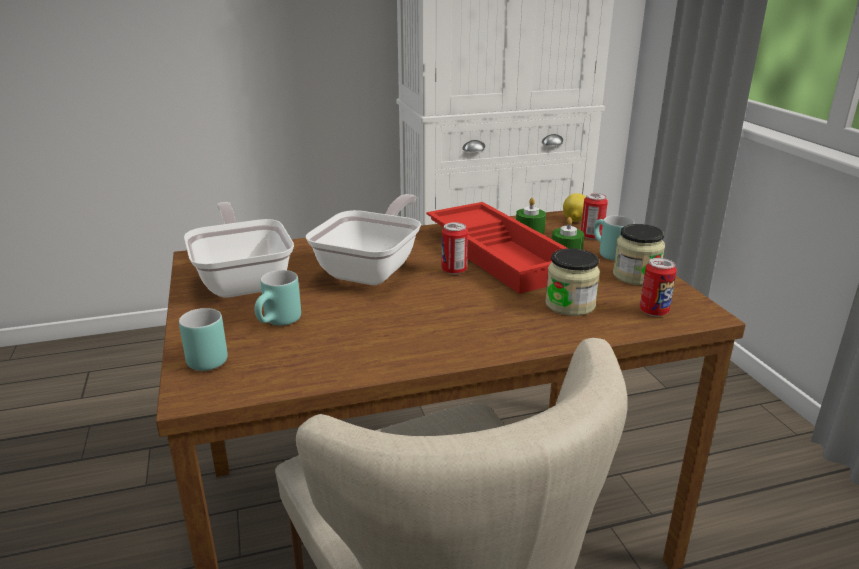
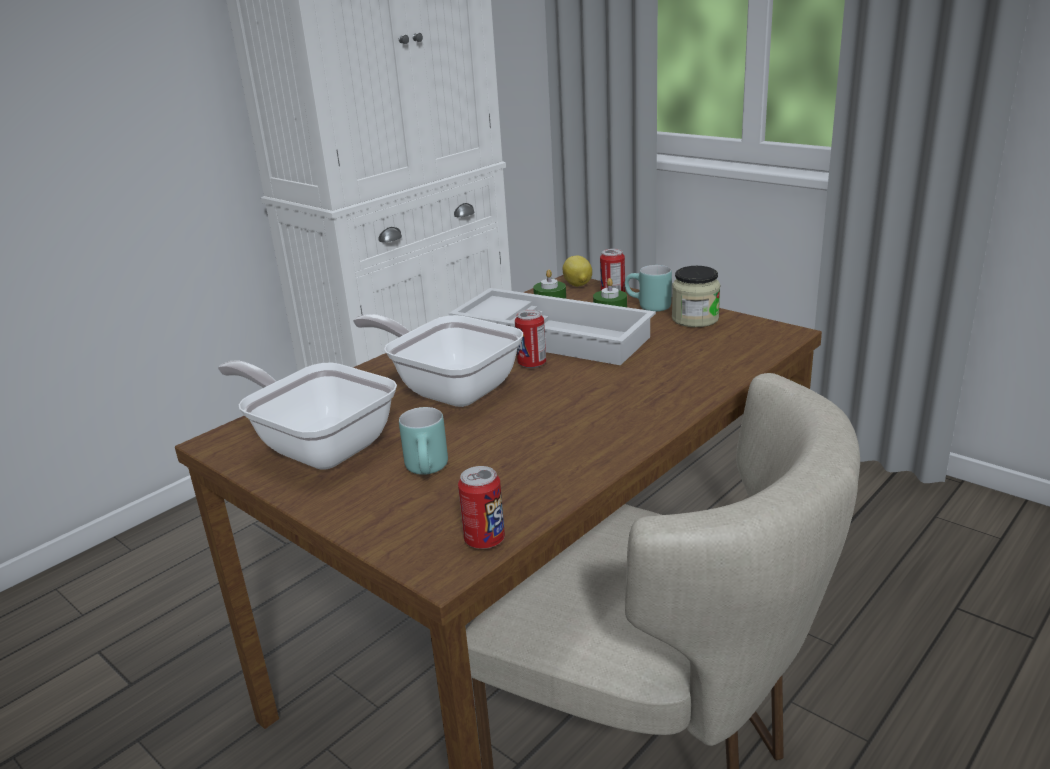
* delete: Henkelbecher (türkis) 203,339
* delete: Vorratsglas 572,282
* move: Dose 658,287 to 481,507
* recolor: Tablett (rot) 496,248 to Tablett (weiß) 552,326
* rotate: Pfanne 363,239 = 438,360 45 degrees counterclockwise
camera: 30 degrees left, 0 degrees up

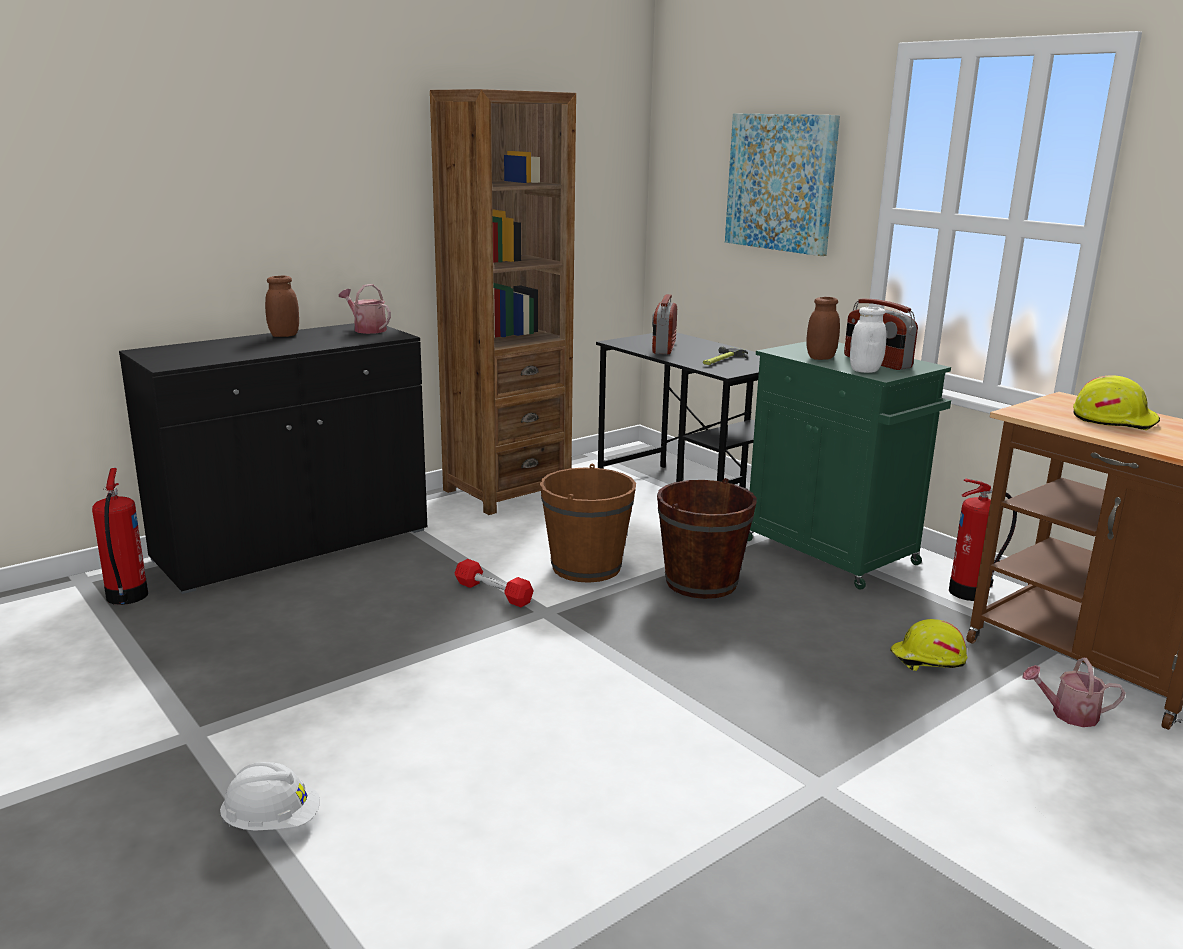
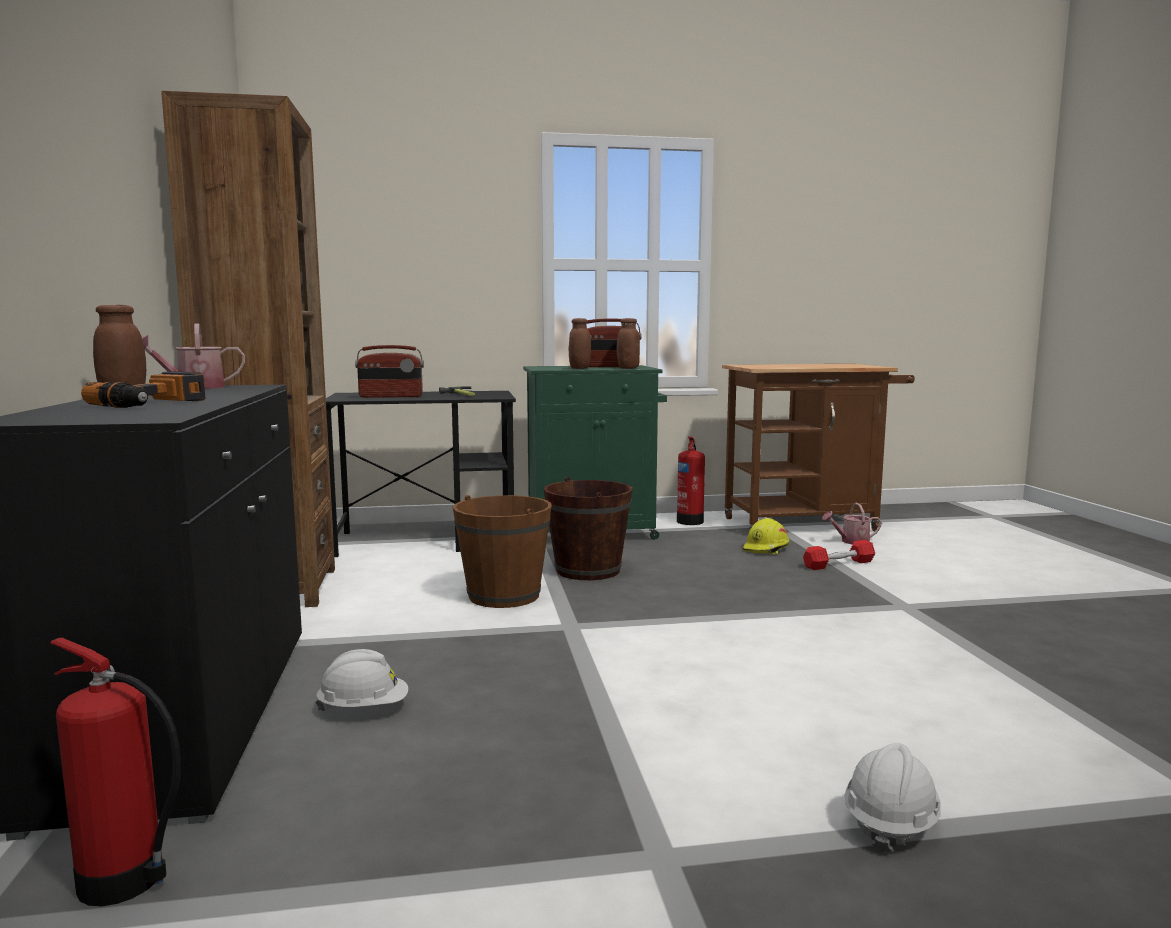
* delete: Bild 782,184
* delete: Schutzhelm (gelb) 1116,402
* insert: Bohrmaschine 143,389
* insert: Schutzhelm (weiß) 361,680
* move: Hantel (rot) 494,583 to 839,555
* recolor: Vorratsglas (weiß) 868,340 to Vorratsglas (braun) 628,343
* rotate: Radio 664,324 = 389,371 45 degrees counterclockwise
* rotate: Gießkanne 1074,692 = 852,524 45 degrees clockwise
camera: 60 degrees left, 10 degrees down

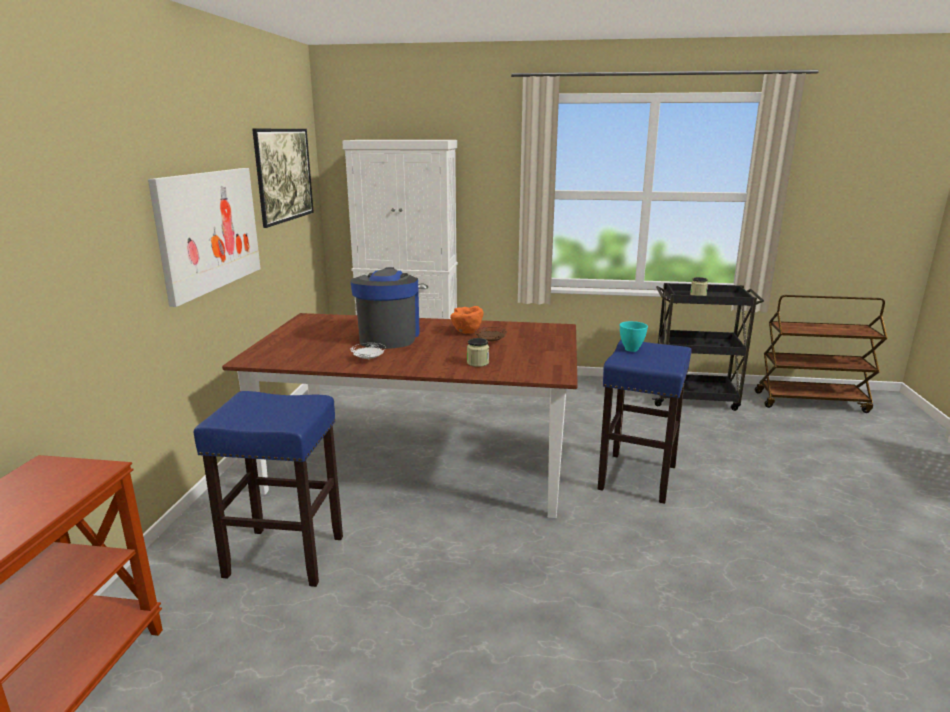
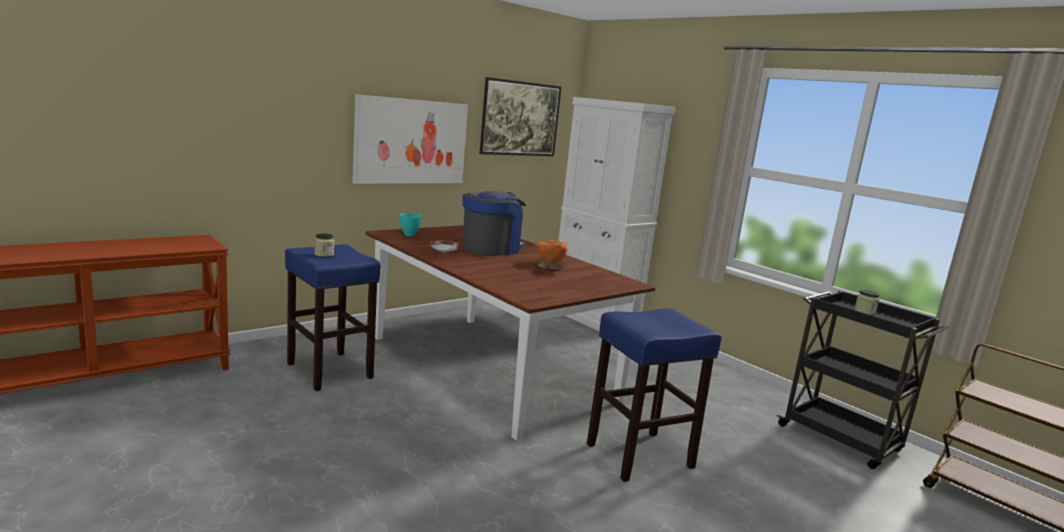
* move: Vorratsglas 478,352 to 324,245
* move: Schüssel (türkis) 634,336 to 411,225
camera: 40 degrees right, 5 degrees down

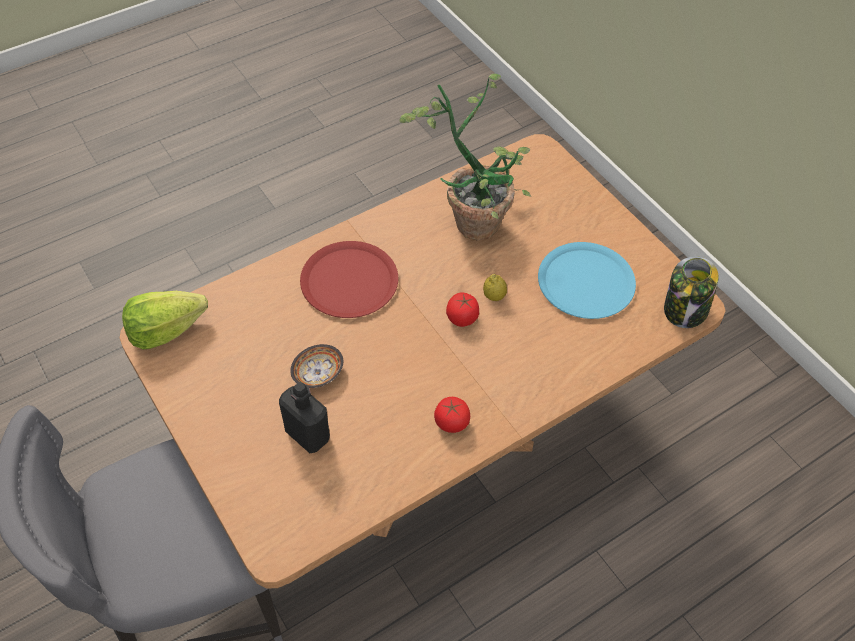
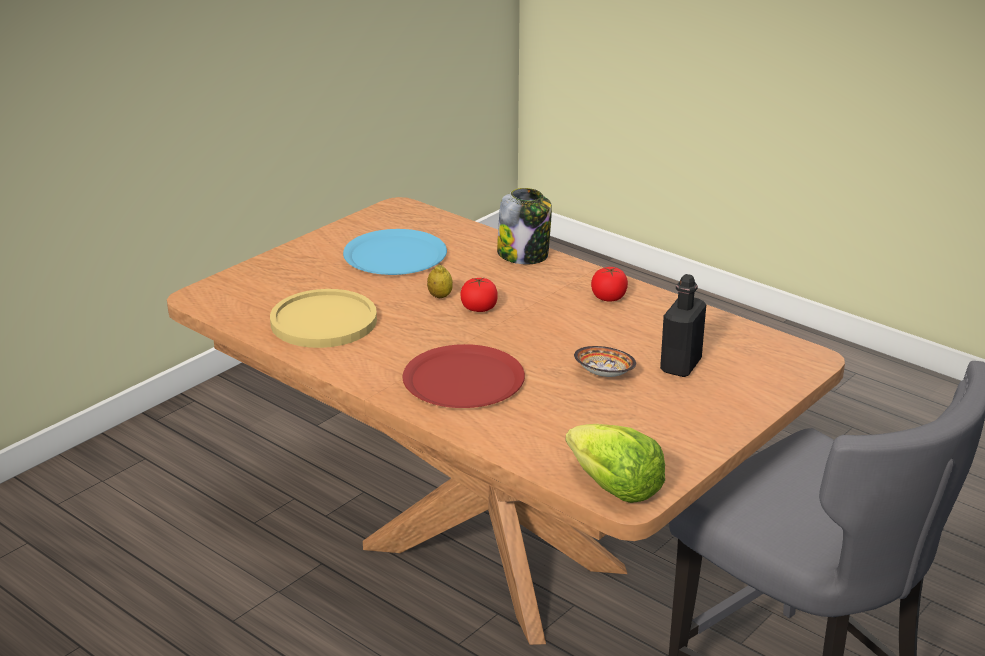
* move: Vorratsglas 691,292 to 524,226
* replace: Topfpflanze 465,157 to Teller (gelb) 323,318
camera: 105 degrees left, 25 degrees down

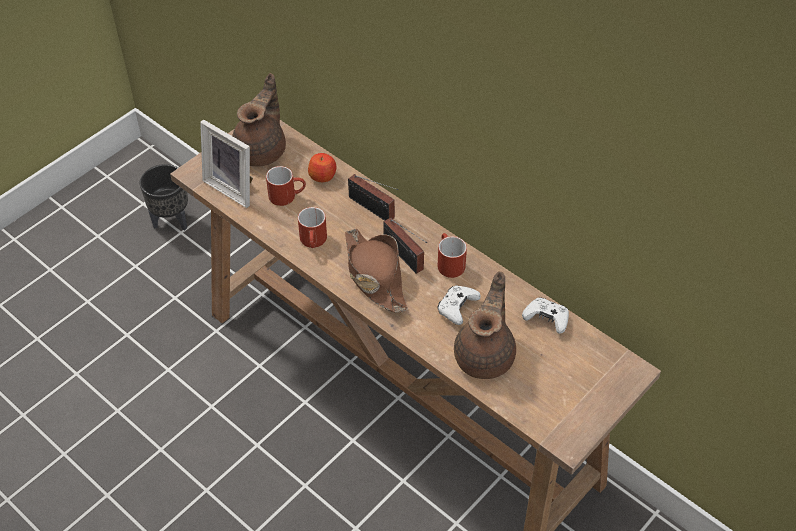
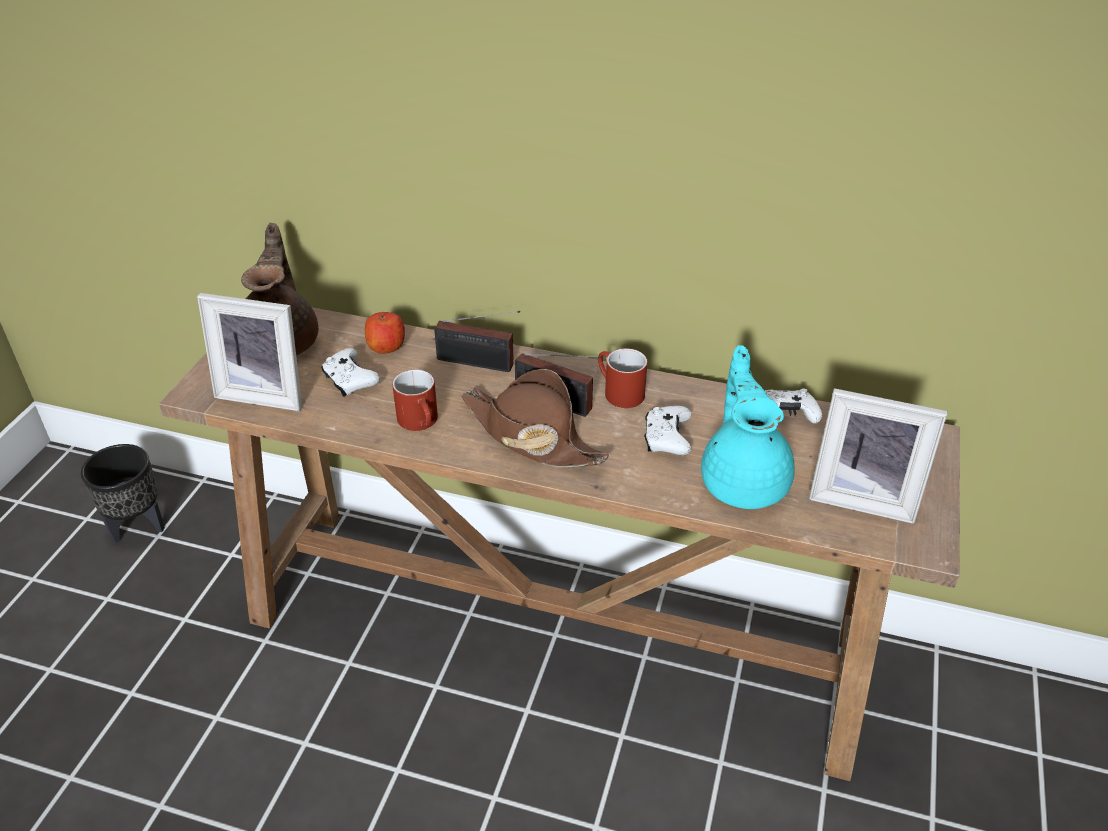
* insert: Bilderrahmen 878,456
* replace: Henkelbecher (rot) 286,186 to Gamepad (weiß) 350,372
* recolor: Teekanne (braun) 485,325 to Teekanne (türkis) 748,427
camera: 25 degrees left, 10 degrees down

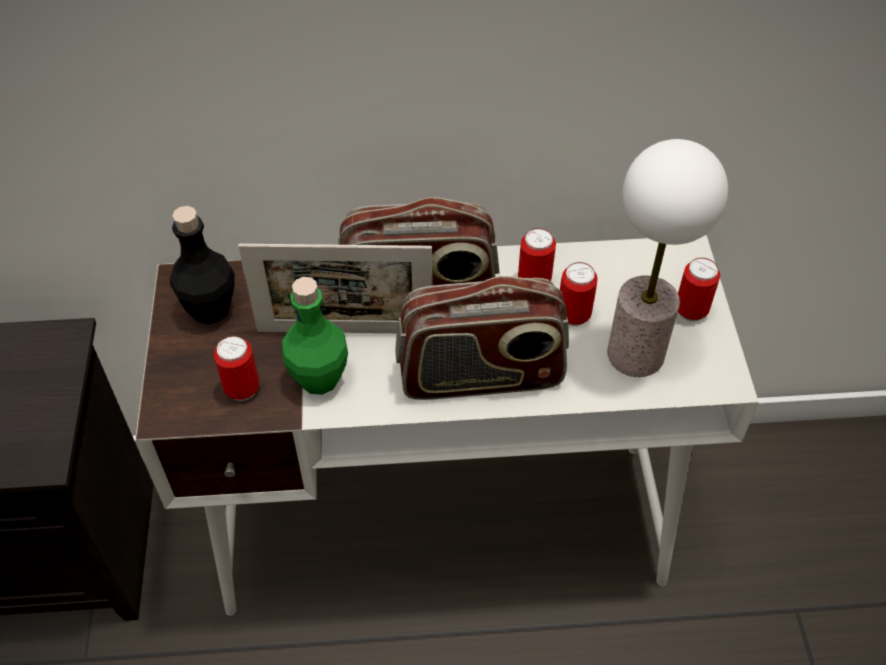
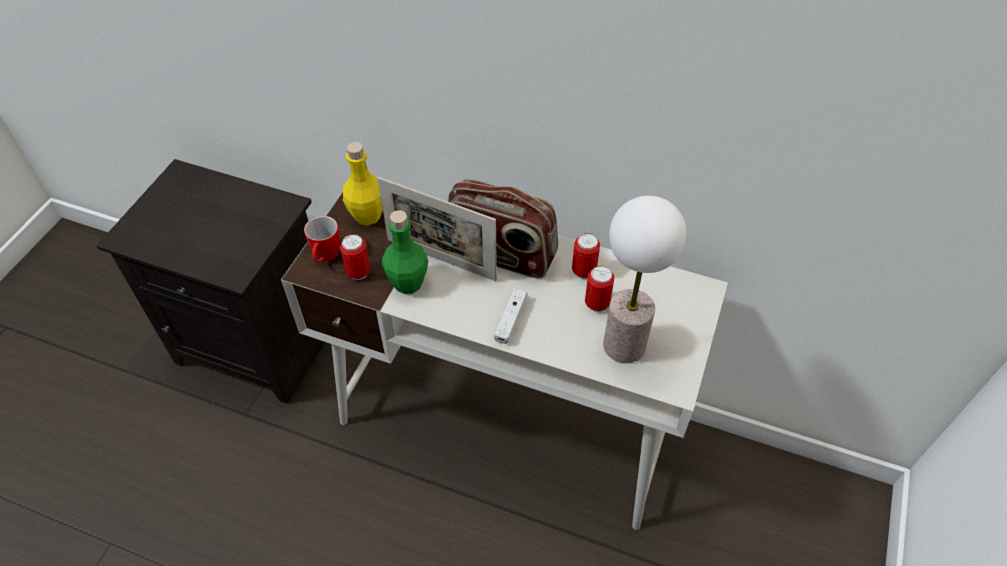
* delete: Dose 699,290
* insert: Henkelbecher 322,239
* replace: Radio 482,338 to Gamepad (weiß) 510,316
* recolor: Flasche (schwarz) 202,265 to Flasche (gelb) 363,184
camera: 25 degrees right, 0 degrees up

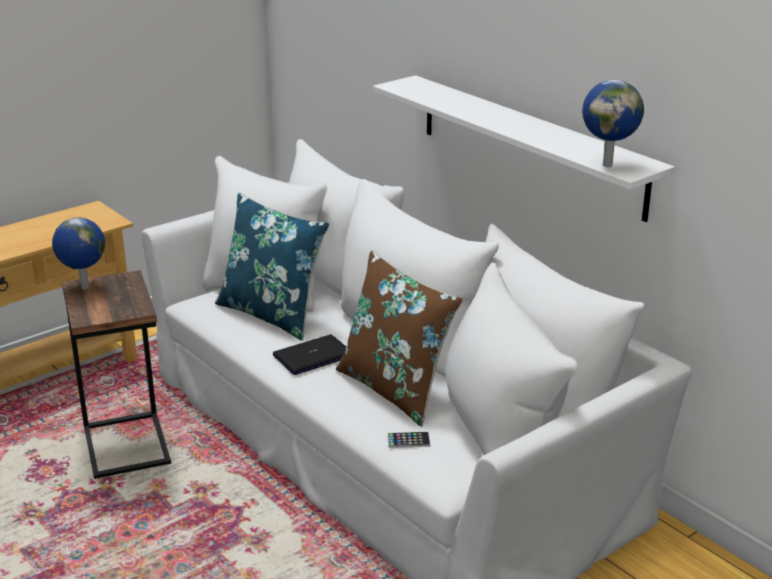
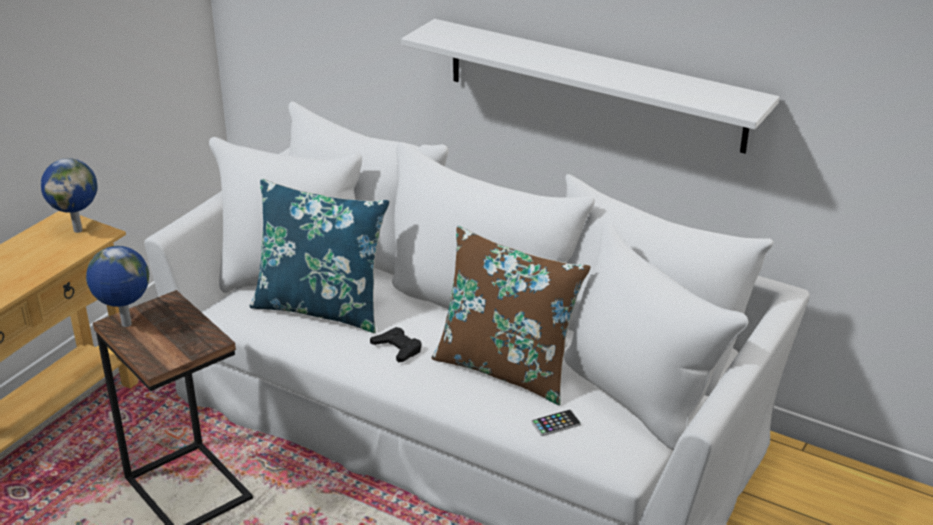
* move: Globus 613,123 to 69,195
* replace: Laptop 309,354 to Gamepad (schwarz) 396,344
camera: 20 degrees left, 5 degrees up

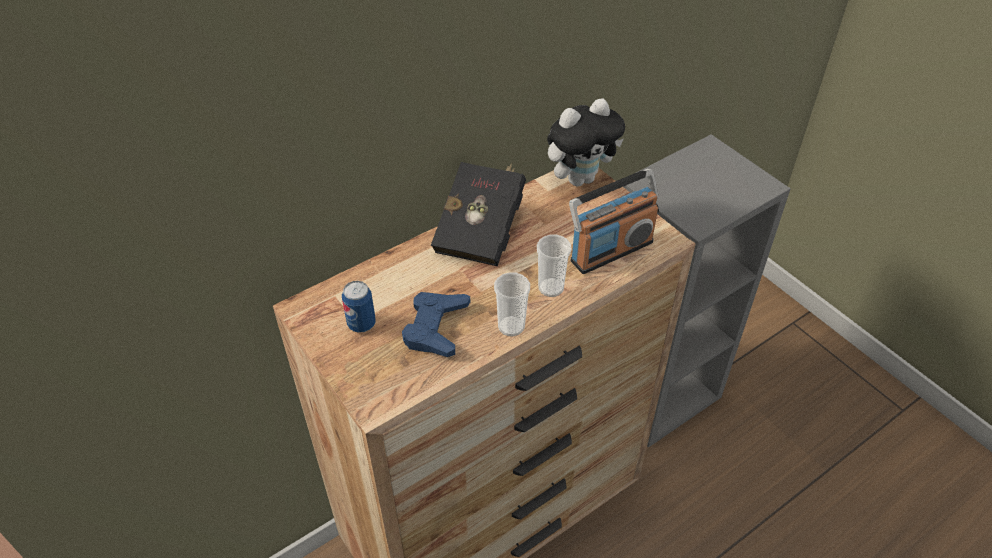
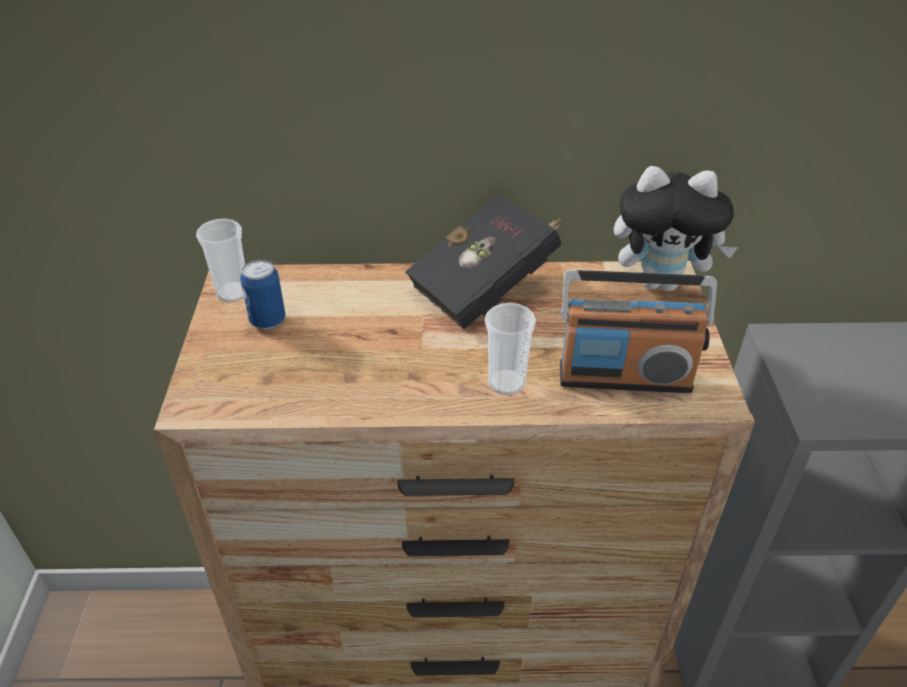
* delete: Gamepad (blau) 436,324
* move: Tasse 512,304 to 220,260
camera: 35 degrees right, 5 degrees down

